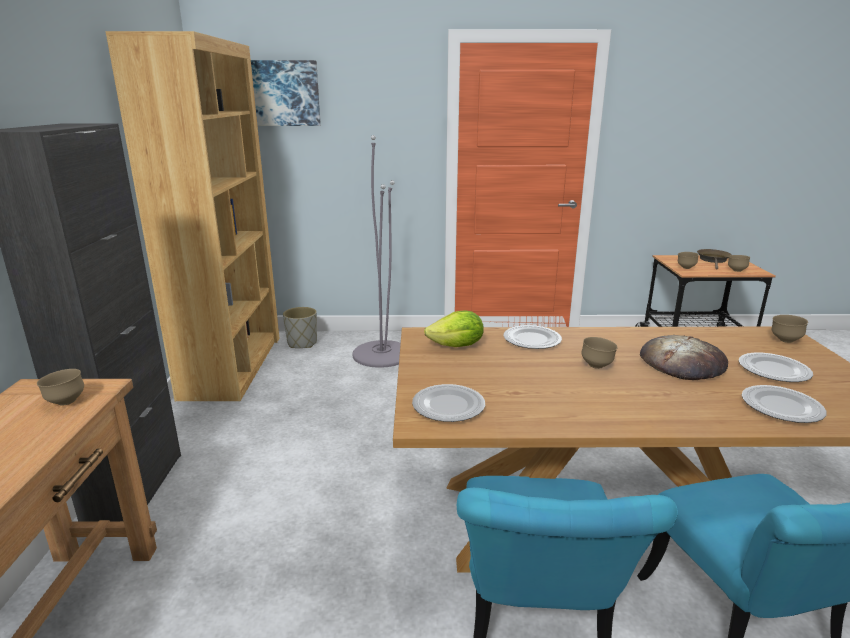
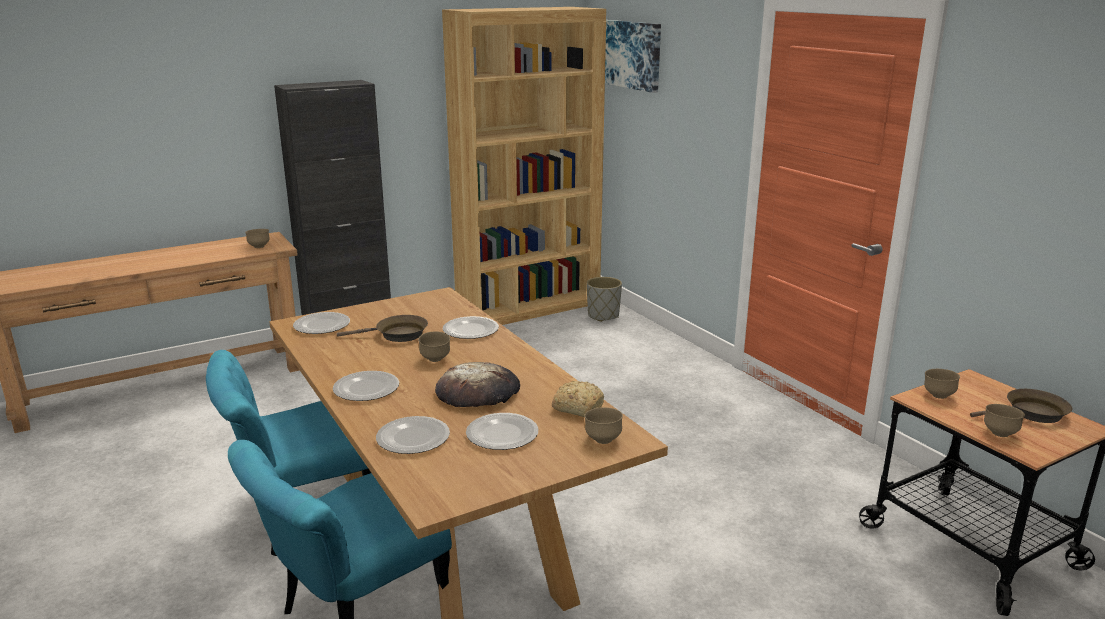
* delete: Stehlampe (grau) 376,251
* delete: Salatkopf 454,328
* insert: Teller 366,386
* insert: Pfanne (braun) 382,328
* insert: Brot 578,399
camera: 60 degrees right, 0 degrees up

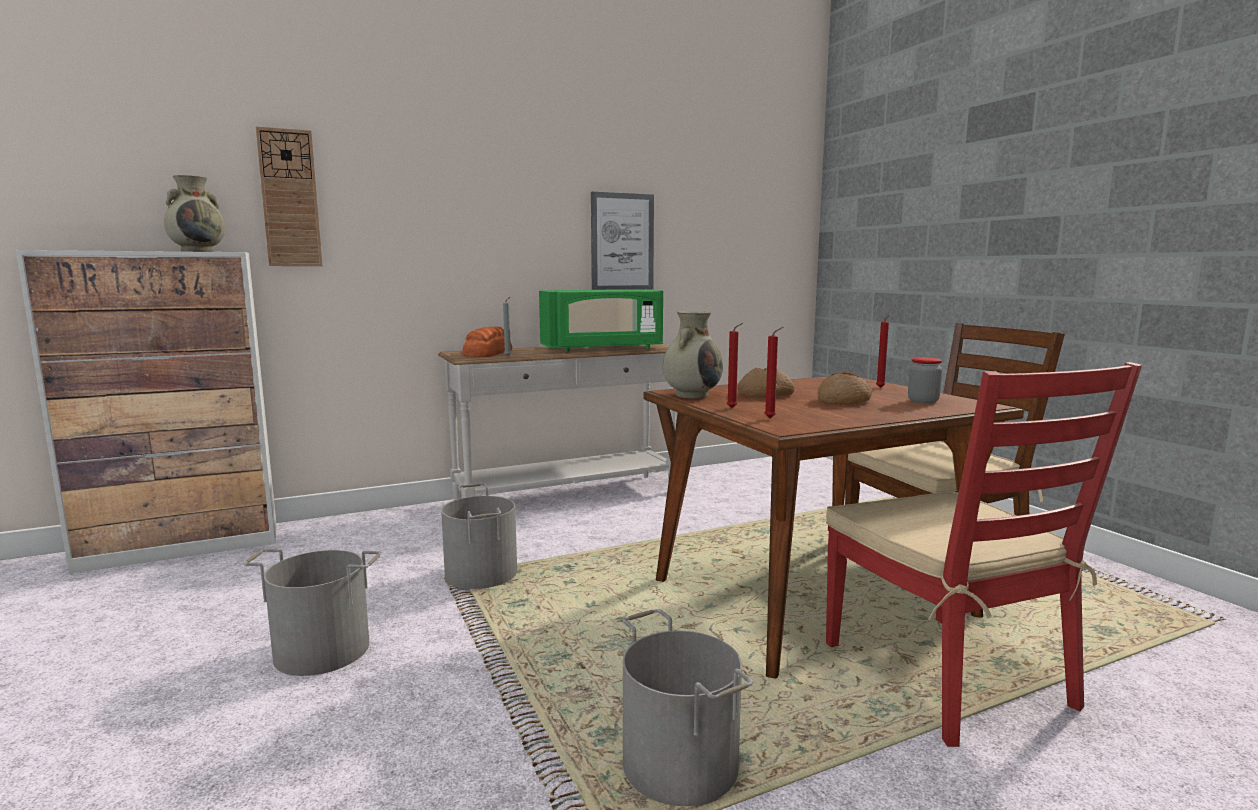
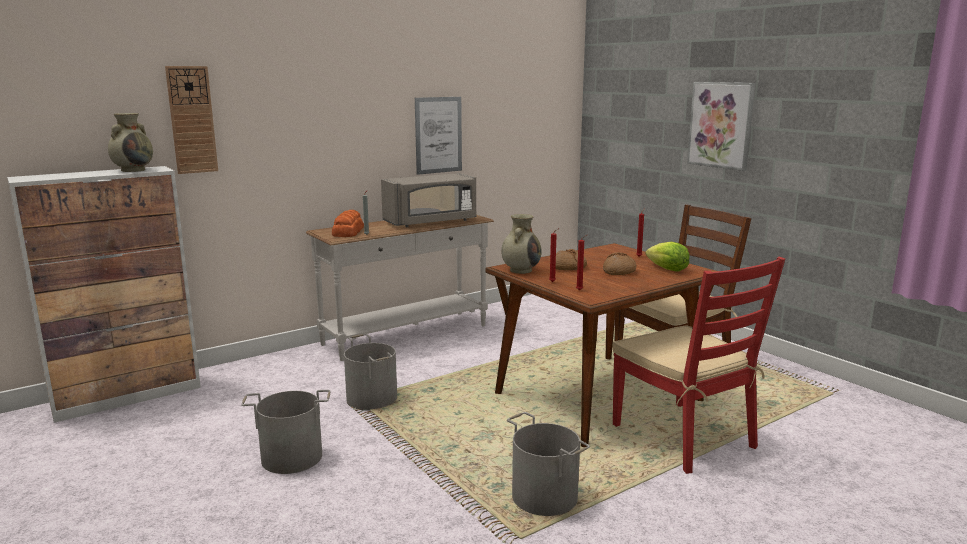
* insert: Bild 721,126
* replace: Vorratsglas 925,380 to Salatkopf 668,257
* recolor: Mikrowelle (grün) 601,320 to Mikrowelle (grau) 428,200
camera: 10 degrees left, 5 degrees up

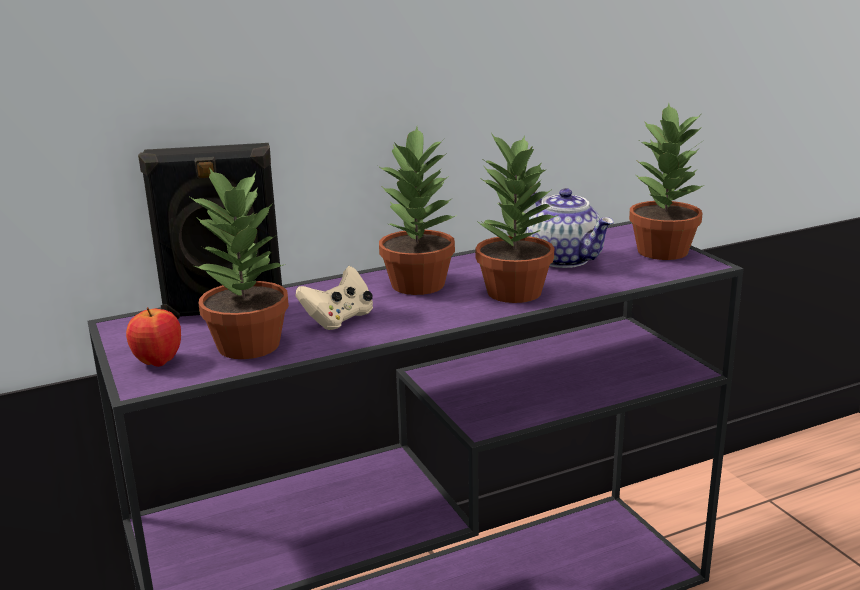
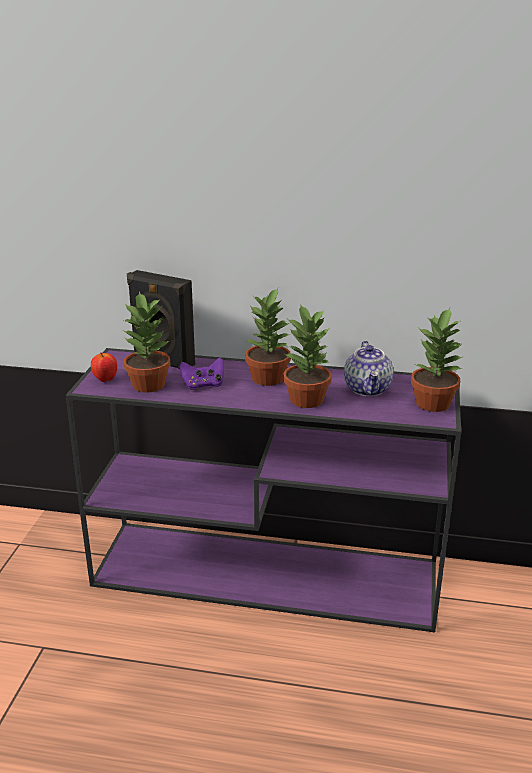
* recolor: Gamepad (beige) 334,298 to Gamepad (lila) 202,373
camera: 35 degrees right, 5 degrees up

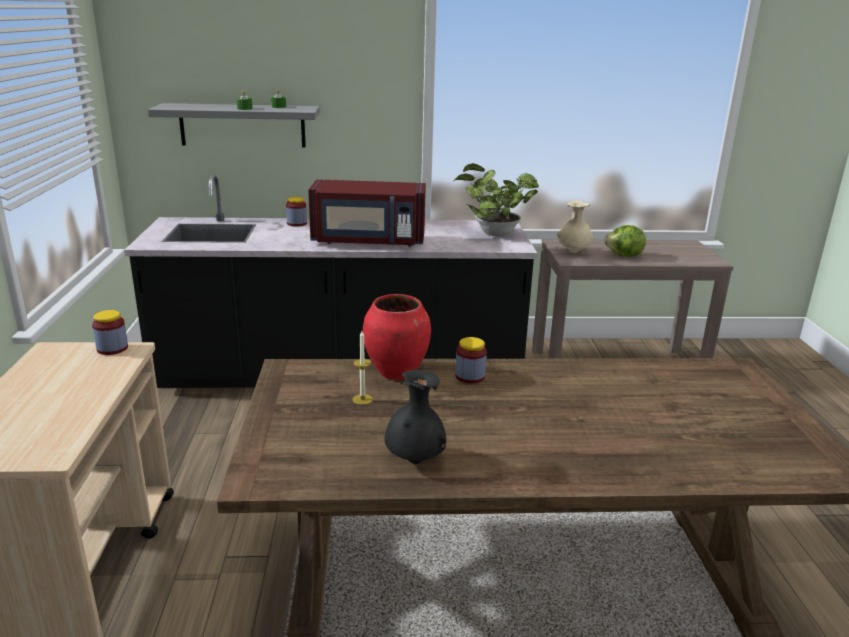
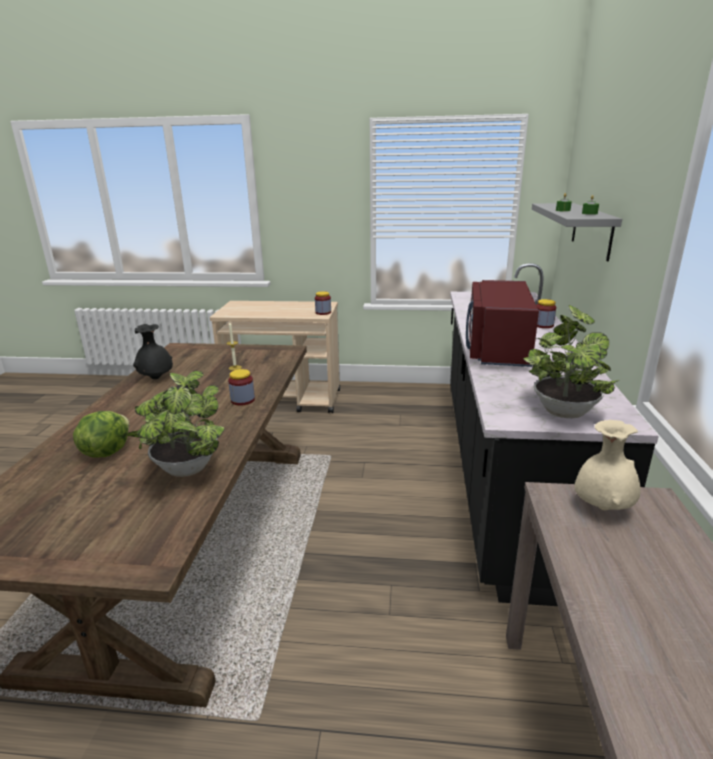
* delete: Vase (rot) 397,337
* insert: Topfpflanze 175,424
* move: Salatkopf 625,241 to 101,434
camera: 100 degrees right, 0 degrees up

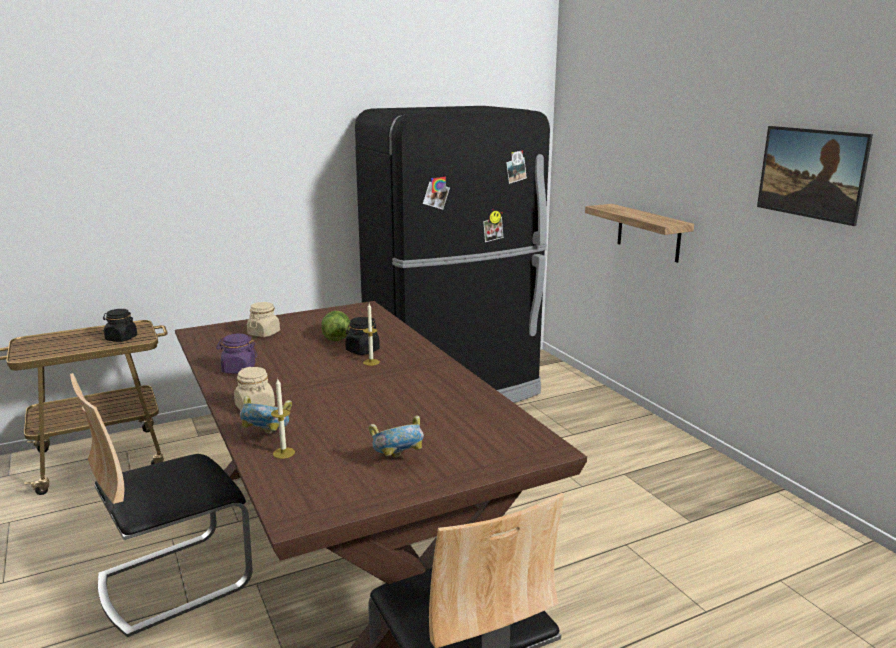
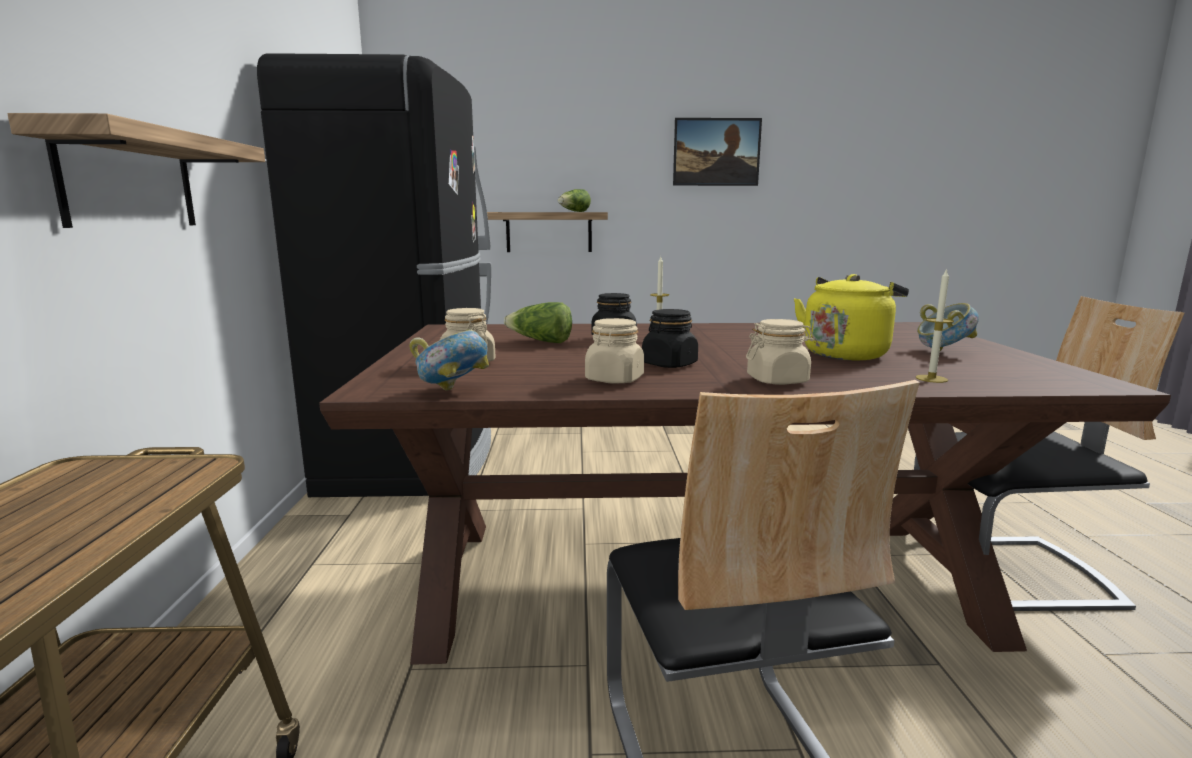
* insert: Wandregal 136,170
* insert: Salatkopf 574,200
* insert: Wasserkessel (gelb) 851,317
* move: Vorratsglas (schwarz) 120,325 to 670,338
* move: Schüssel 266,415 to 449,360
* recolor: Vorratsglas (lila) 236,354 to Vorratsglas (beige) 614,351
camera: 65 degrees left, 5 degrees down

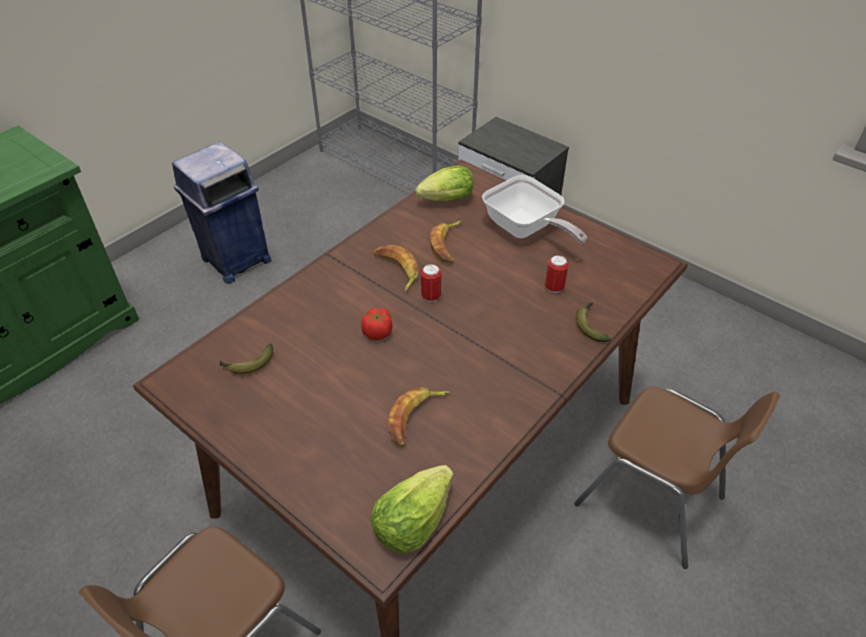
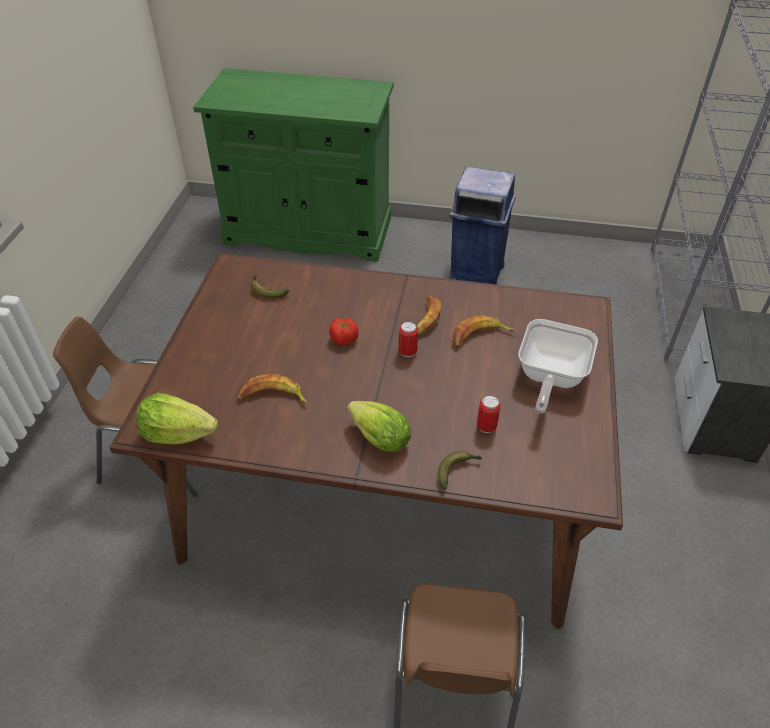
* move: Salatkopf 445,183 to 379,426
camera: 60 degrees right, 0 degrees up

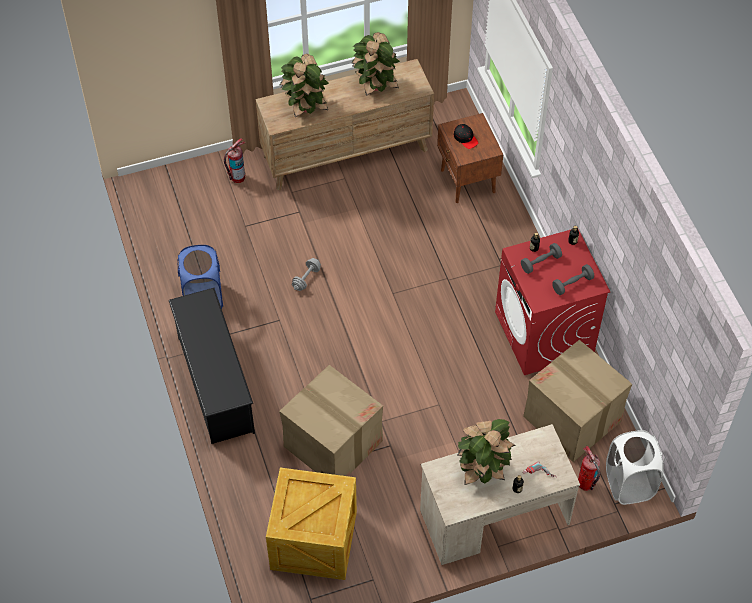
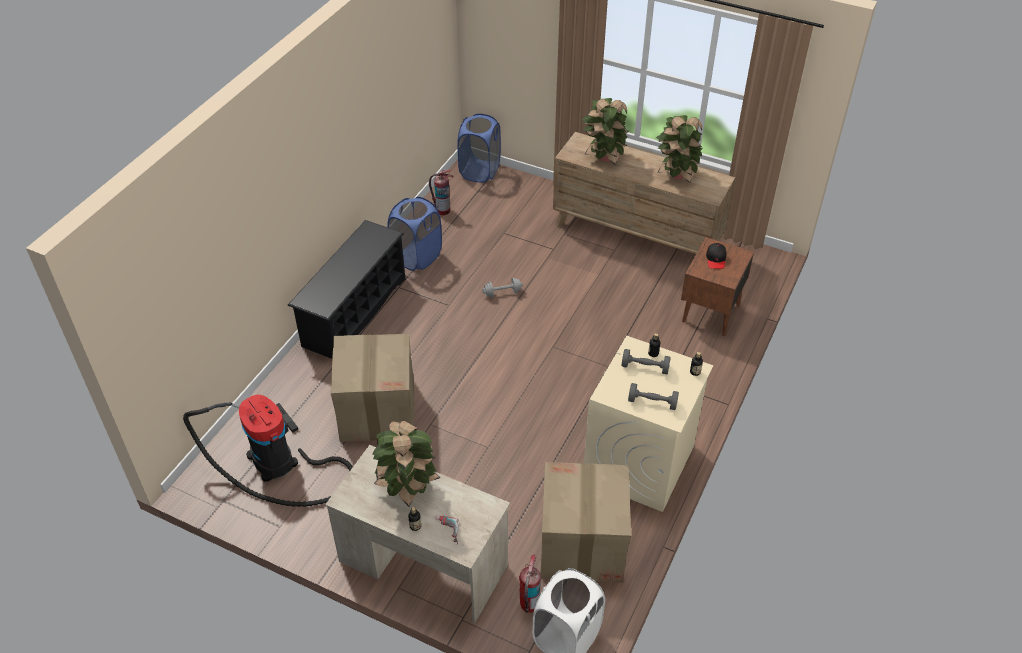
* insert: Wäschekorb (blau) 479,148
* move: Feuerlöscher 234,160 to 441,193
* replace: Kiste 311,524 to Staubsauger 268,451
* recolor: Waschmaschine (rot) 552,302 to Waschmaschine (beige) 648,424
camera: 45 degrees right, 10 degrees down

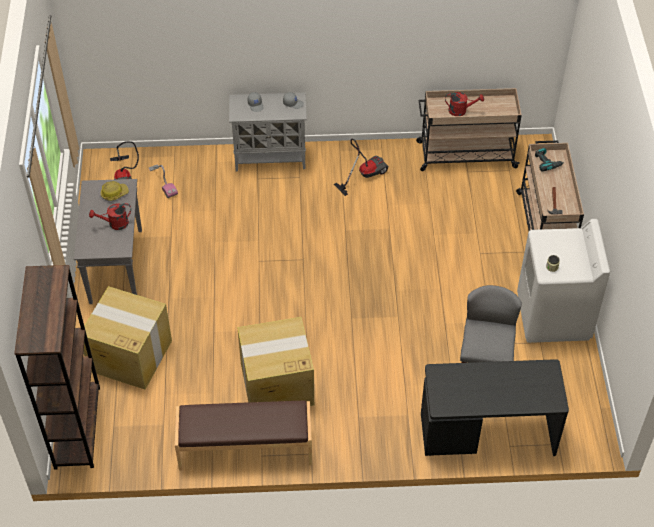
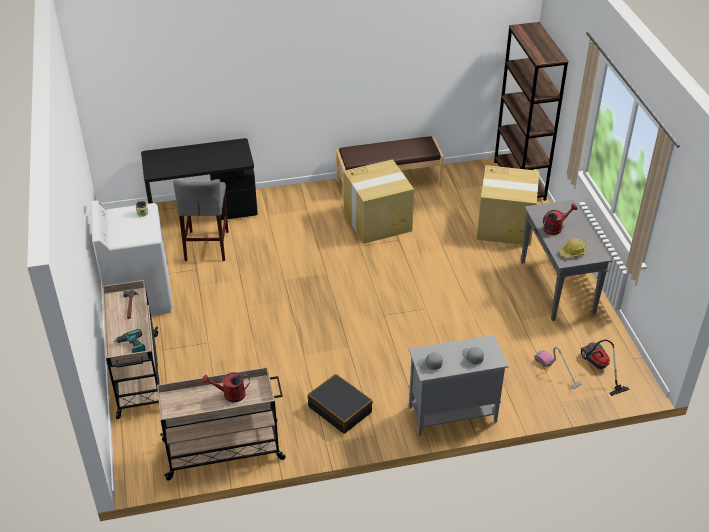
* replace: Staubsauger 361,167 to Koffer (schwarz) 340,404
camera: 170 degrees right, 10 degrees down

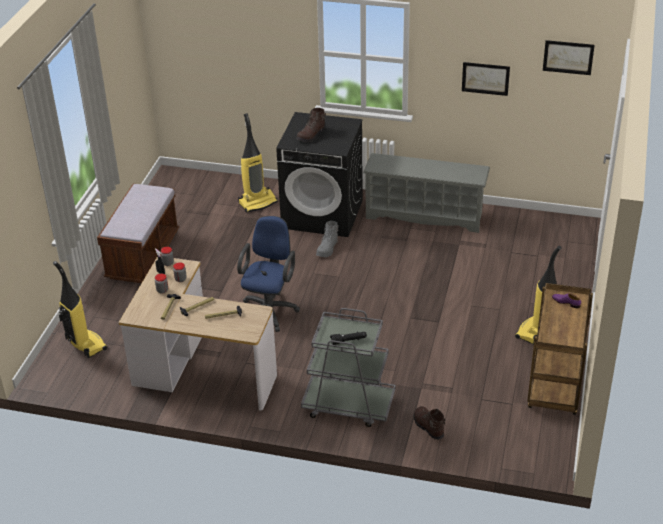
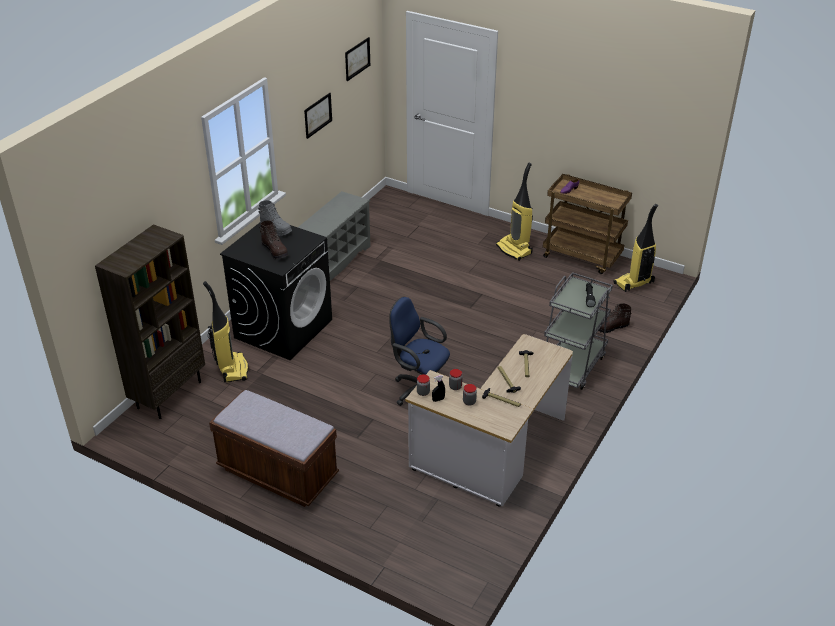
* insert: Bücherregal (braun) 150,321
* move: Staubsauger 80,309 to 635,248
* move: Stiefel (grau) 327,239 to 275,218
camera: 75 degrees left, 0 degrees up

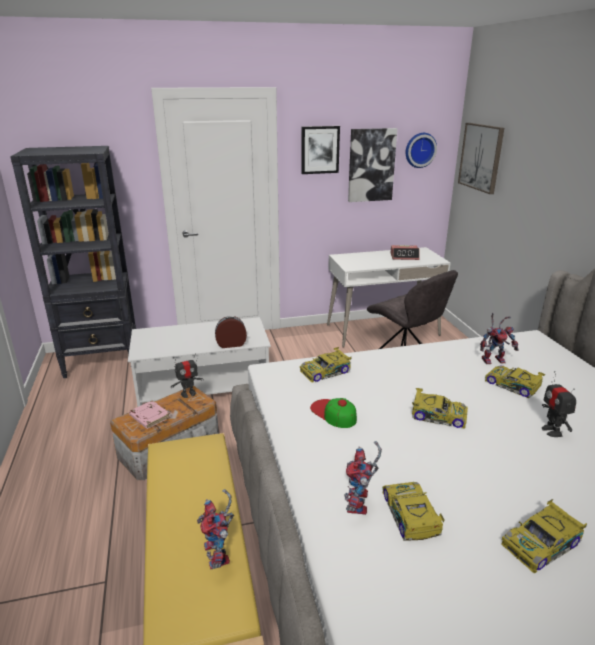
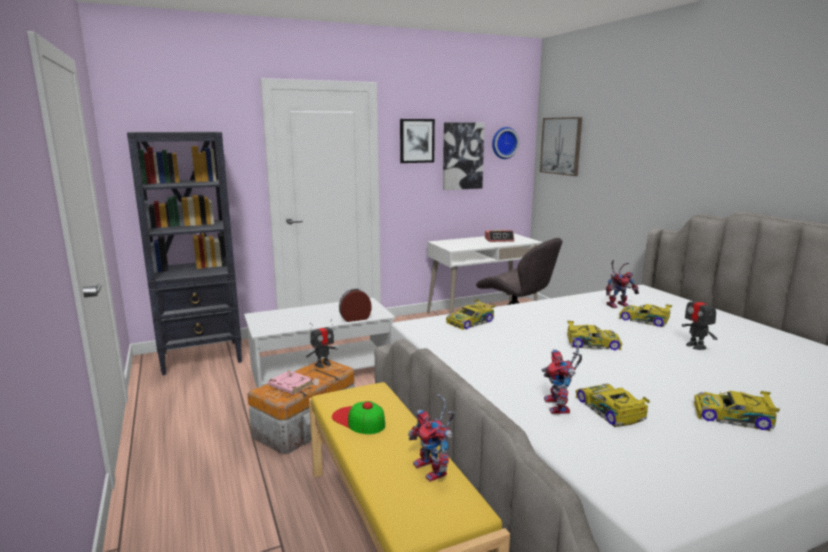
* move: Kappe 333,413 to 358,417
* rotate: Spielzeugauto 544,536 = 737,410 60 degrees clockwise
camera: 10 degrees left, 10 degrees down

